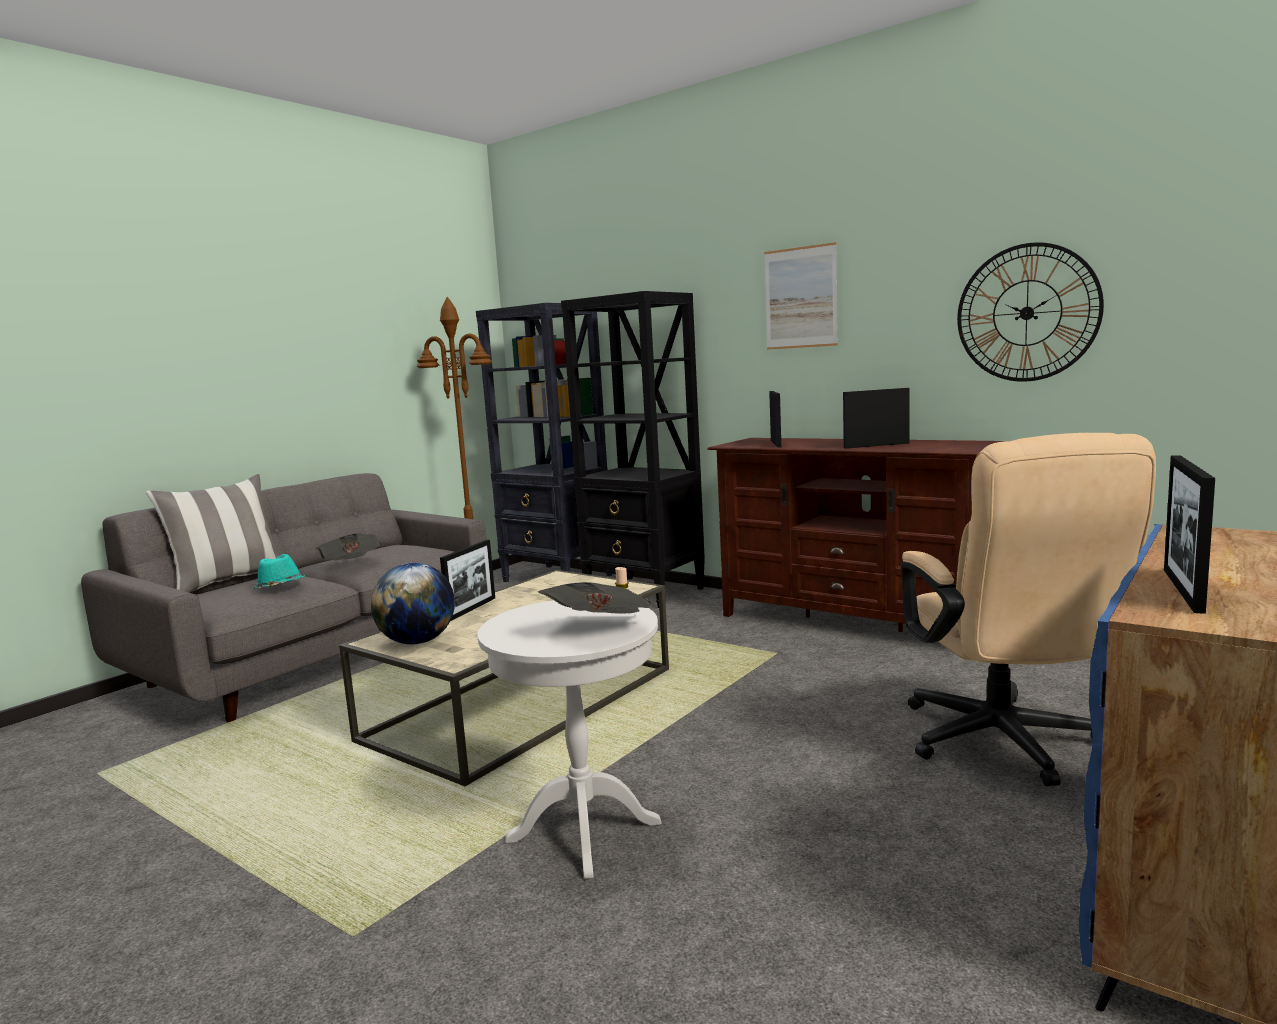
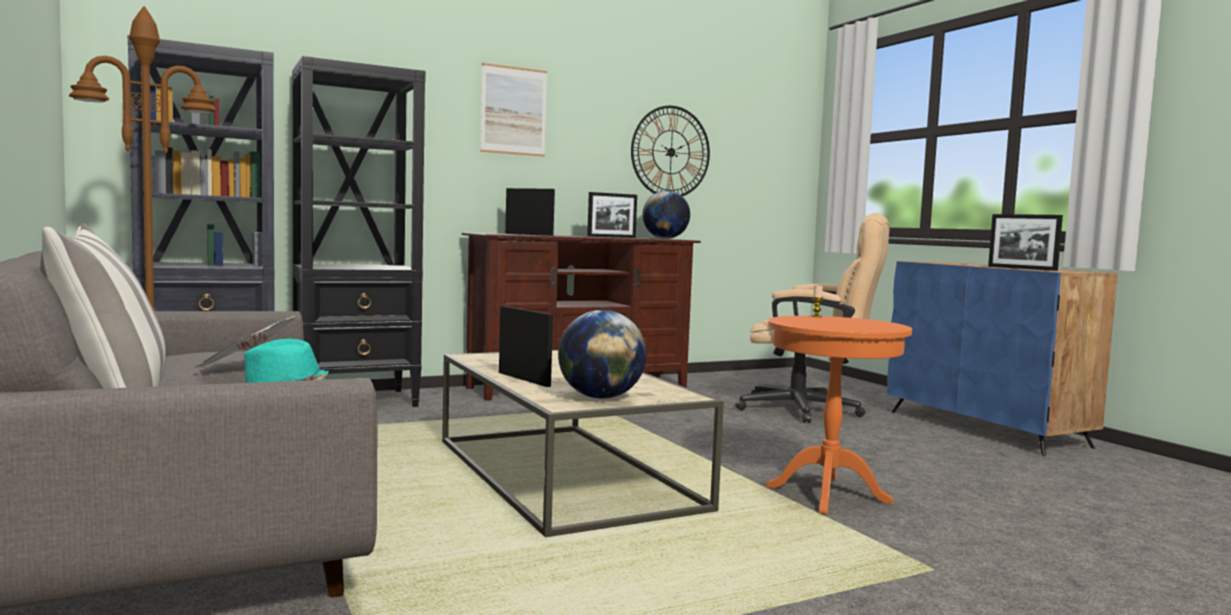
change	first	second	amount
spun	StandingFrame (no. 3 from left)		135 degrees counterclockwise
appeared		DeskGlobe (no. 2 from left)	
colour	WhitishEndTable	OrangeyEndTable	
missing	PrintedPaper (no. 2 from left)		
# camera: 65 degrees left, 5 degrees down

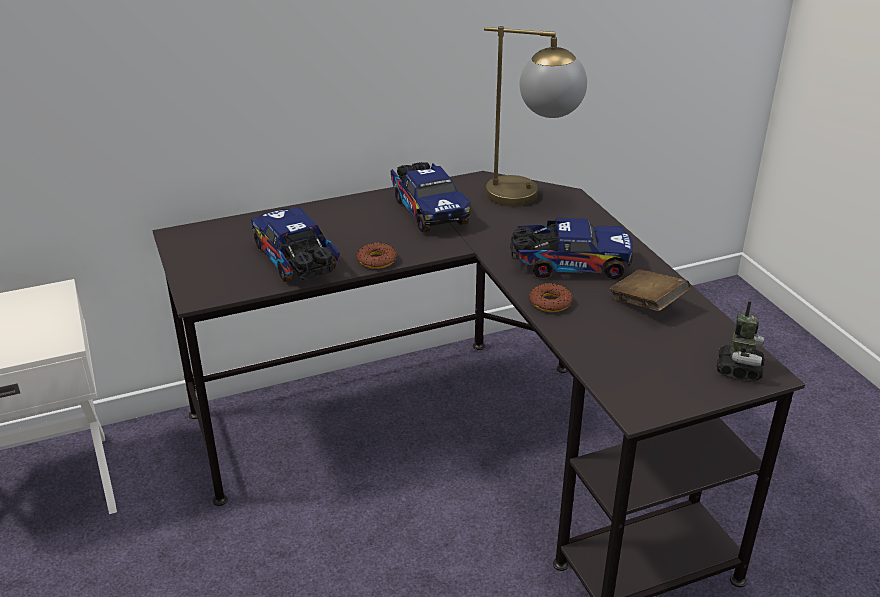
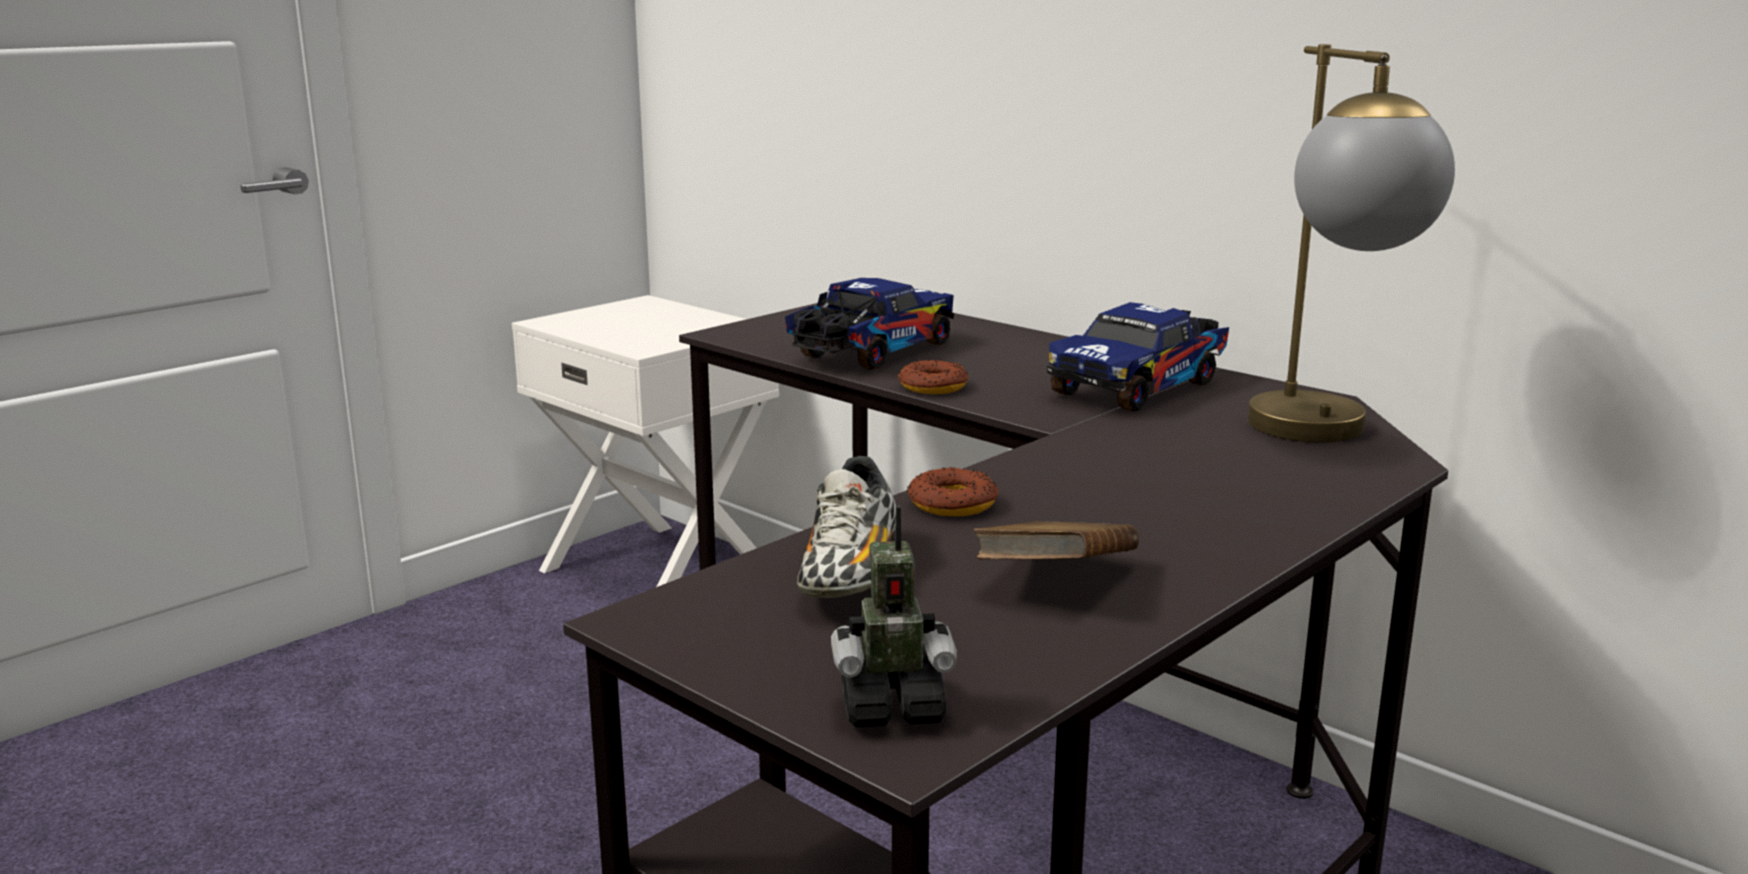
change	first	second	amount
appeared		ItemOfFootwear	
missing	ModelTruck (no. 3 from left)		
# camera: 65 degrees right, 15 degrees down

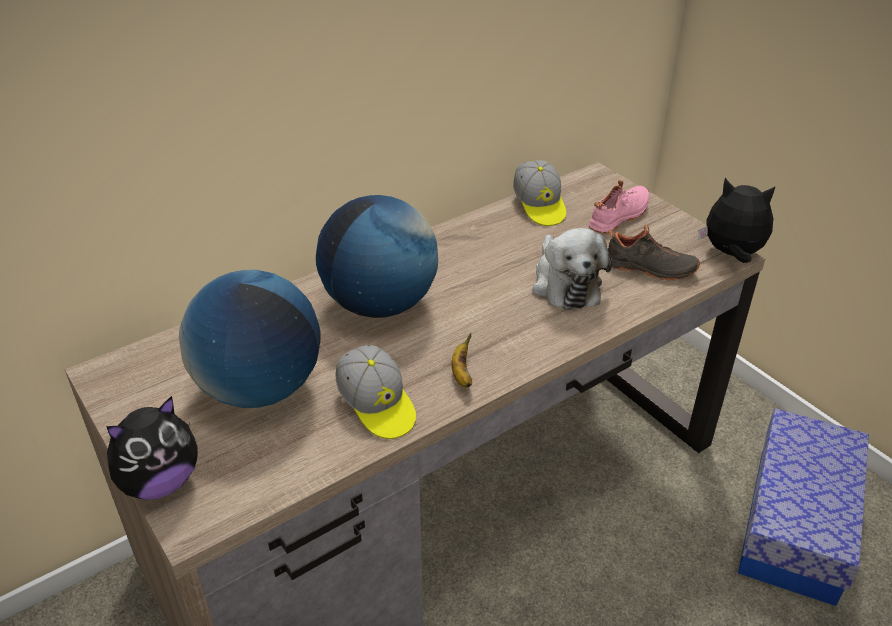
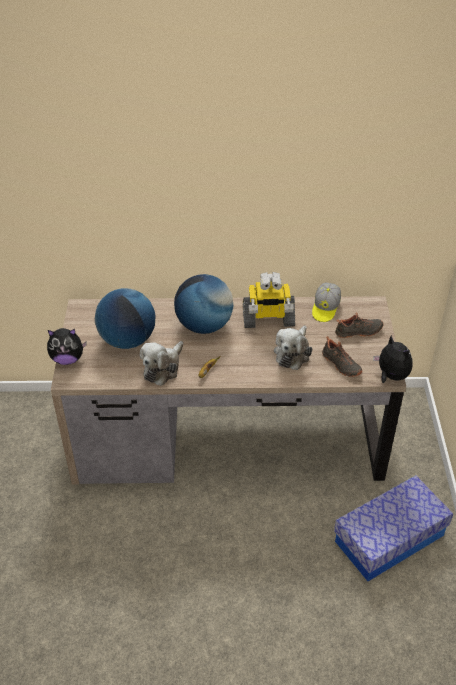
change	first	second	amount
exchanged	BaseballCap (no. 1 from left)	SoftToy (no. 2 from left)	
appeared		ModelRobot	
colour	PinkItemOfFootwear	BlackItemOfFootwear (no. 2 from left)	
# camera: 35 degrees right, 5 degrees up

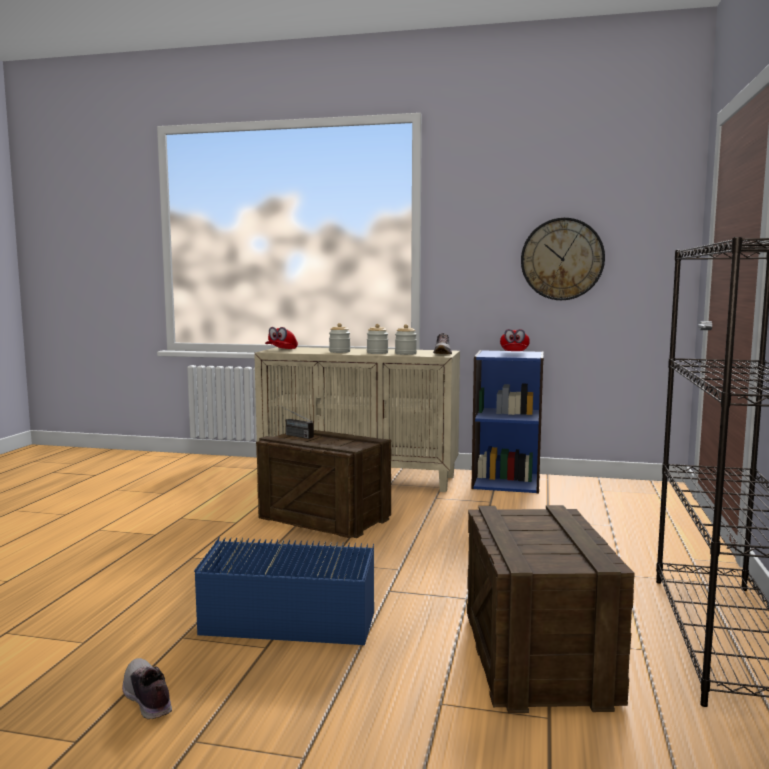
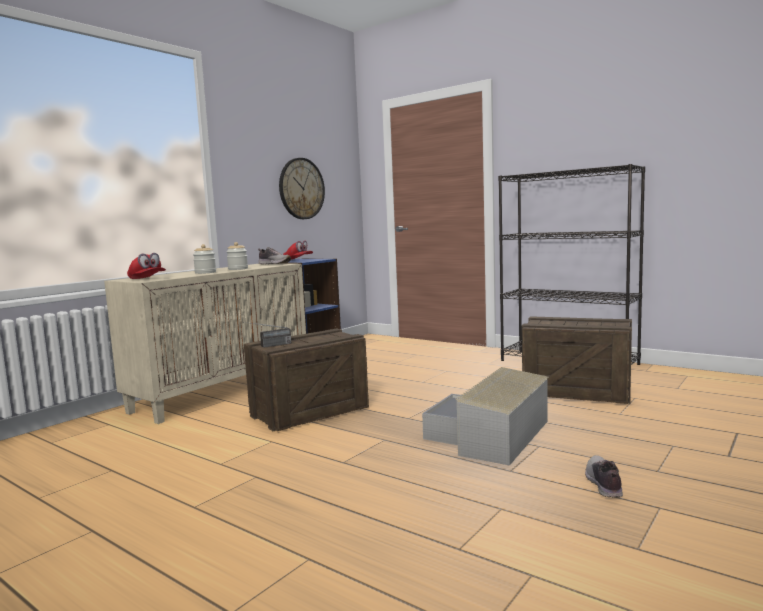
change	first	second	amount
colour	BluishStorageContainer	GrayStorageContainer	
spun	ItemOfFootwear (no. 1 from left in the first image)	ItemOfFootwear (no. 2 from left)	105 degrees clockwise
missing	StorageJar (no. 3 from left)		
# camera: 65 degrees left, 0 degrees up

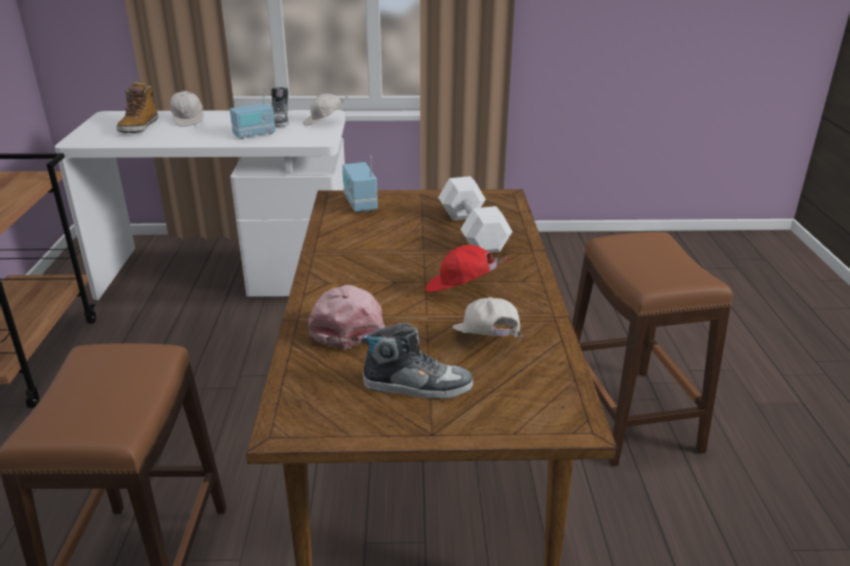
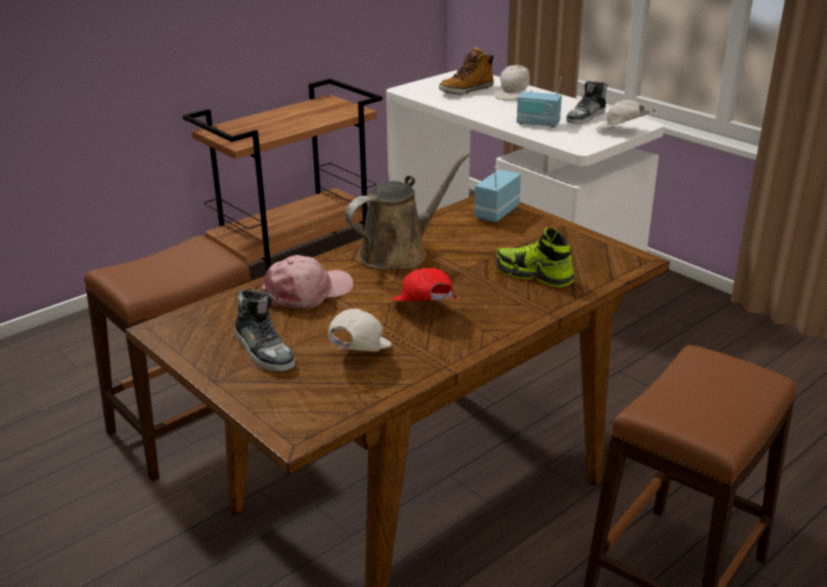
change	first	second	amount
appeared		BrownishWateringCan	
exchanged	WhitishHandWeight	ItemOfFootwear (no. 2 from left)	
# camera: 50 degrees right, 0 degrees up

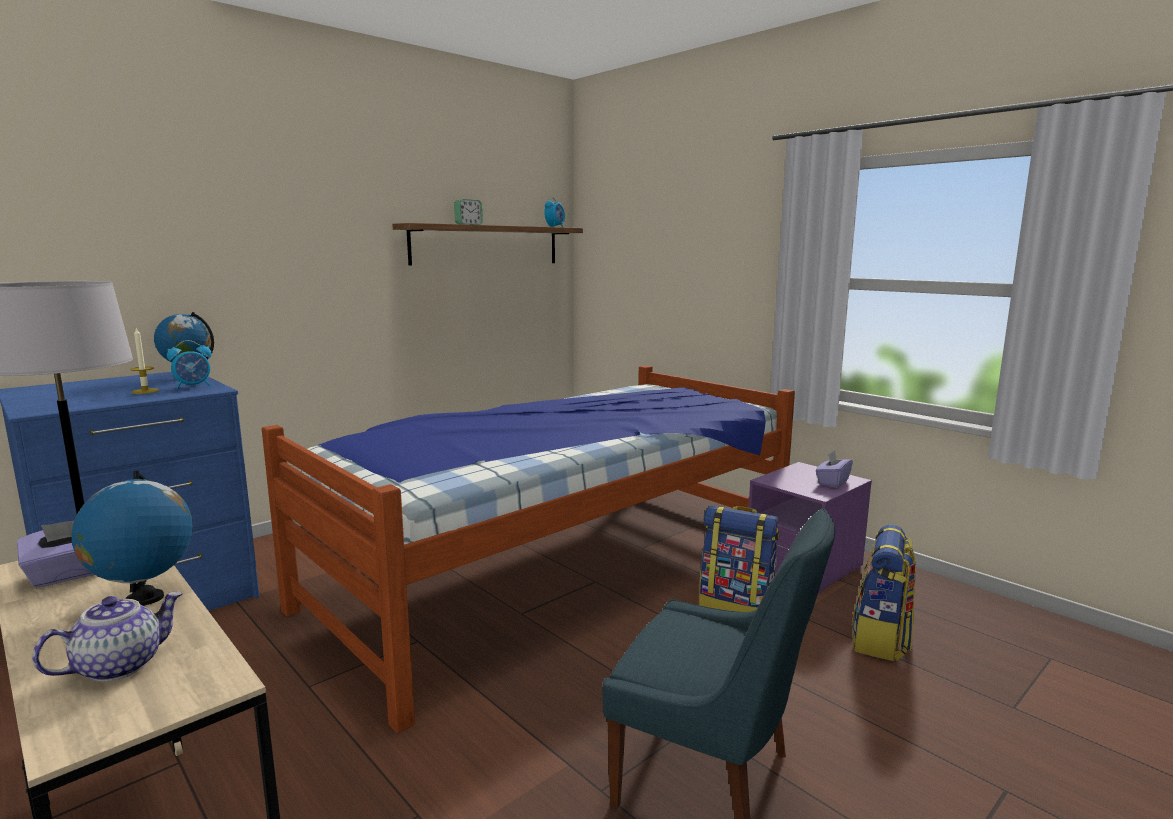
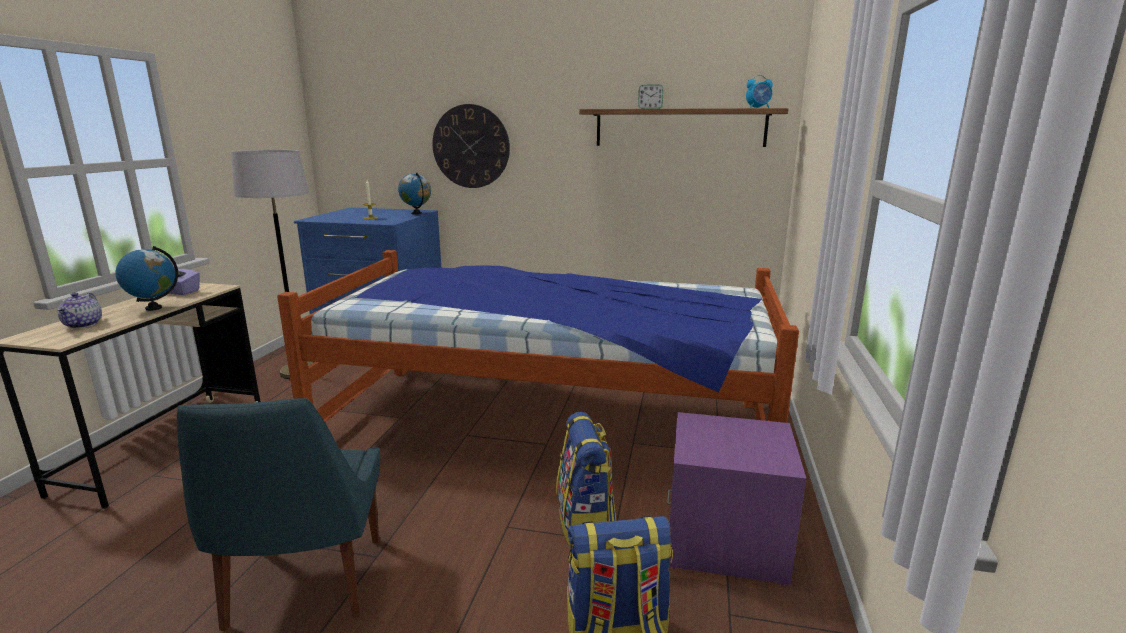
change	first	second	amount
spun	TeaPot		75 degrees clockwise
appeared		WallClock	
missing	BedsideClock (no. 1 from left)		
missing	PurplishBoxOfTissues (no. 2 from left)		
# camera: 55 degrees right, 5 degrees up

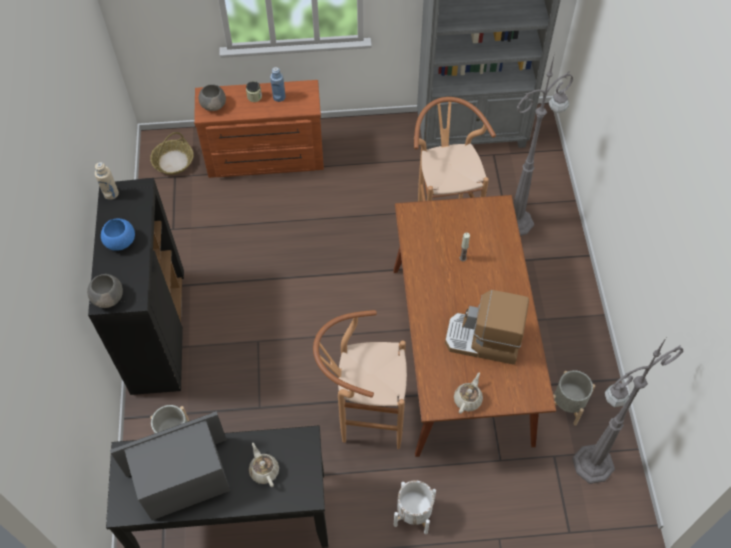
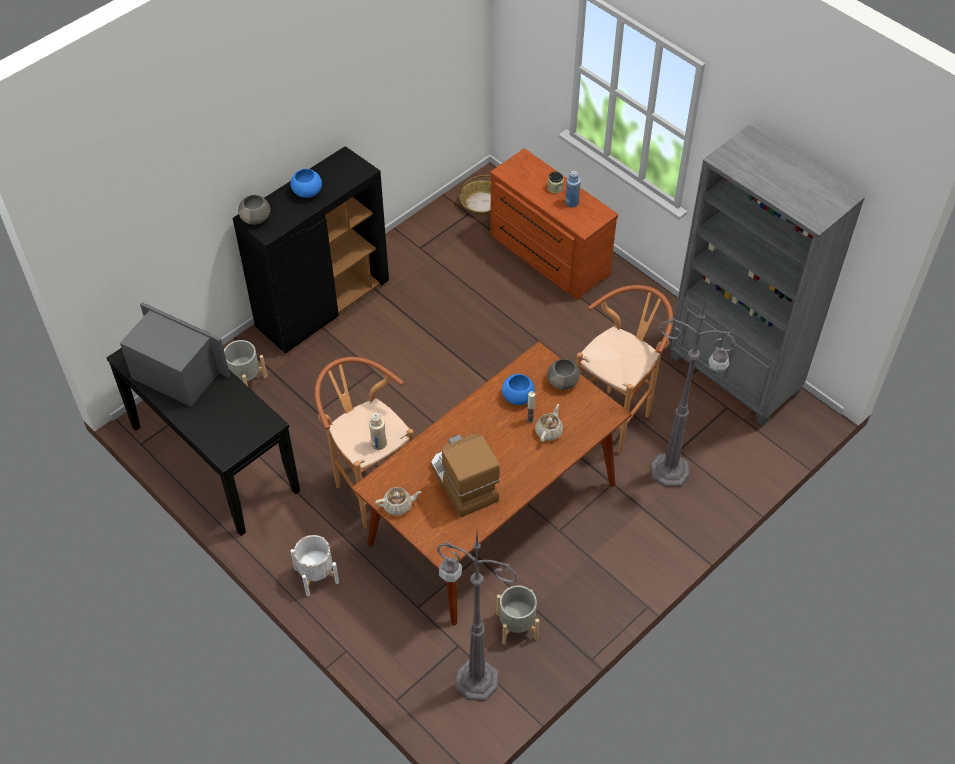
change	first	second	amount
relocated	SandColouredDrinkBottle		
appeared		BluishServingBowl (no. 2 from left)	
relocated	SandColouredTeaPot (no. 1 from left in the first image)	SandColouredTeaPot (no. 2 from left)	
relocated	GrayServingBowl (no. 2 from left)		
# camera: 50 degrees right, 5 degrees down

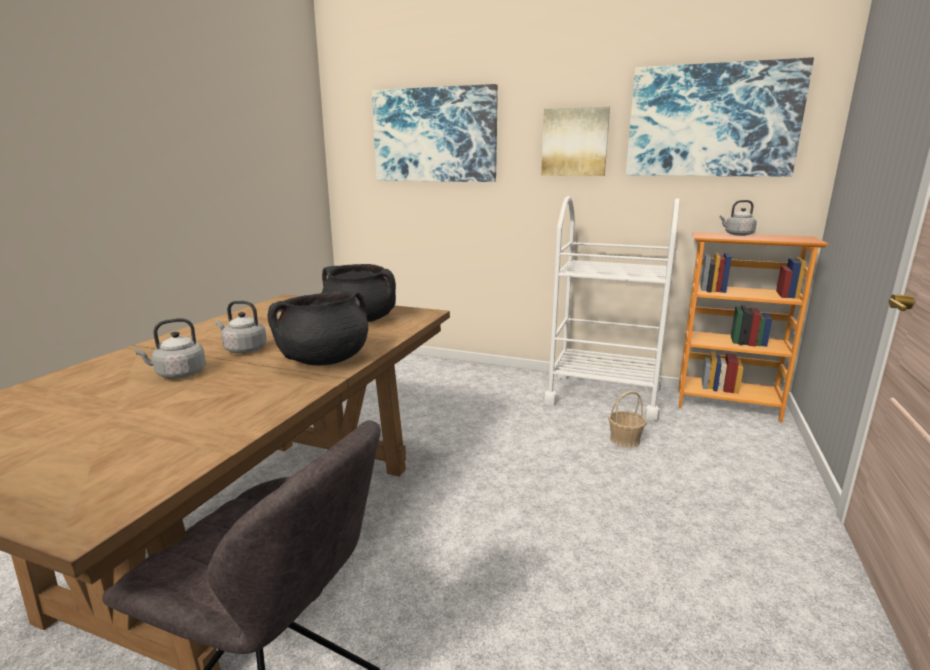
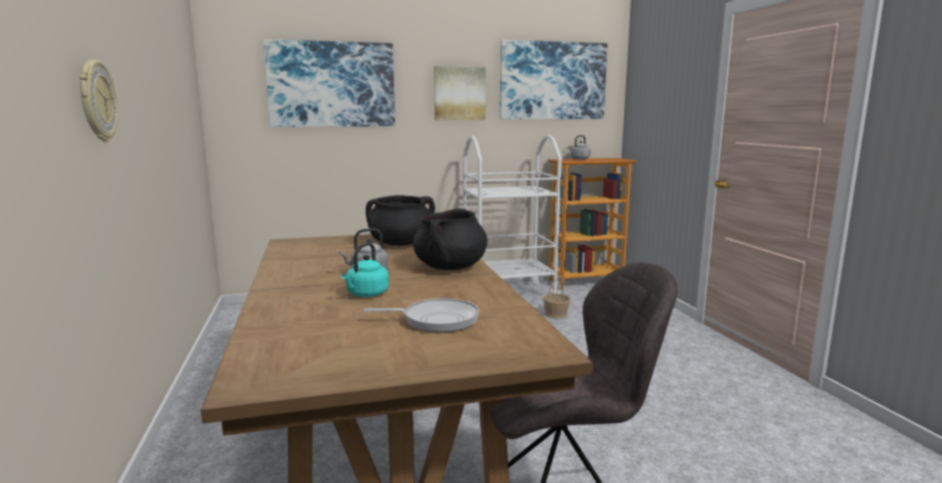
change	first	second	amount
appeared		WallClock	
colour	GrayTeaKettle (no. 1 from left)	BlueGreenTeaKettle	
appeared		Pan	
# camera: 35 degrees left, 5 degrees down

